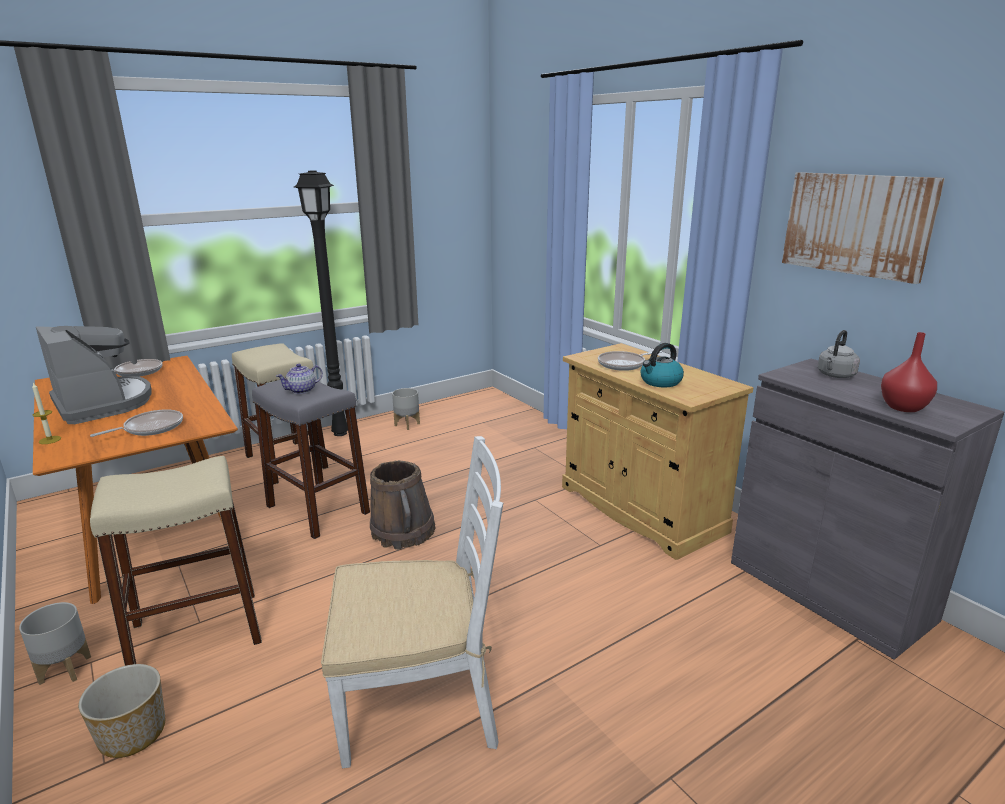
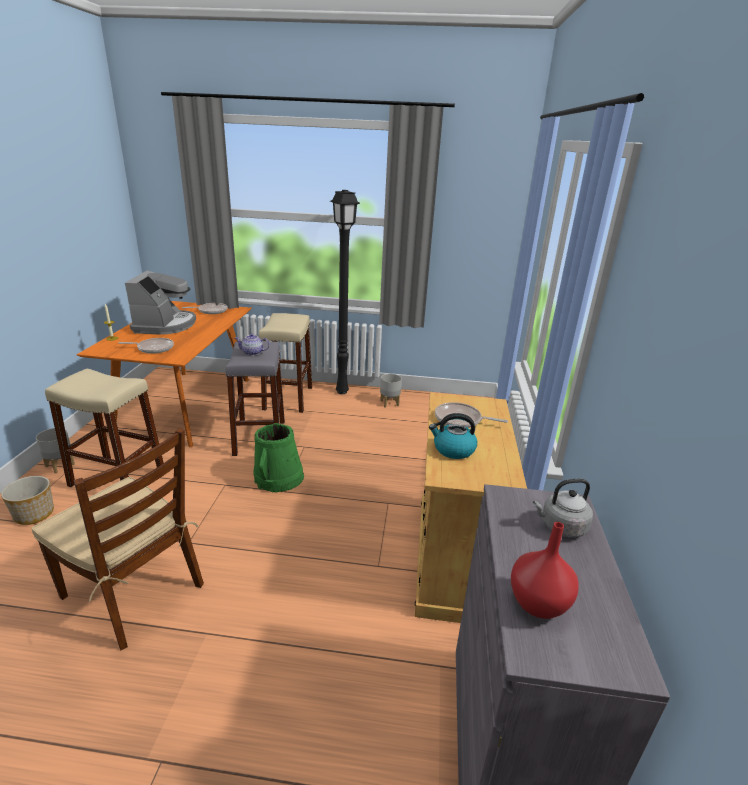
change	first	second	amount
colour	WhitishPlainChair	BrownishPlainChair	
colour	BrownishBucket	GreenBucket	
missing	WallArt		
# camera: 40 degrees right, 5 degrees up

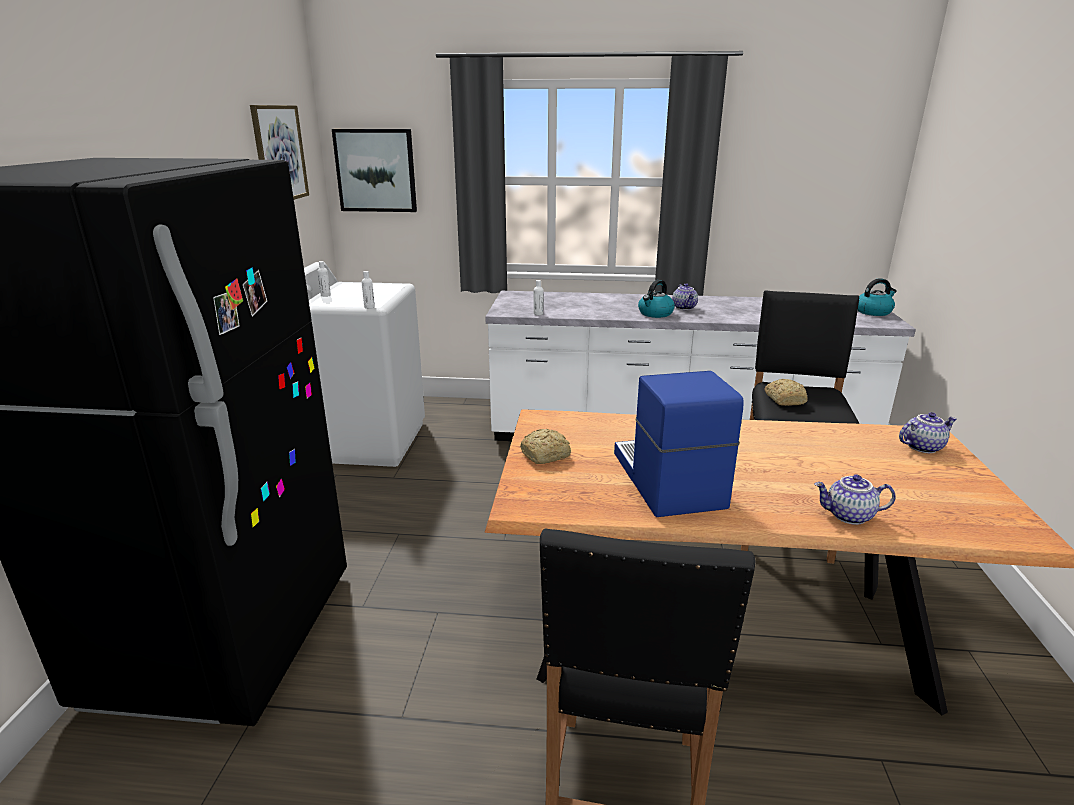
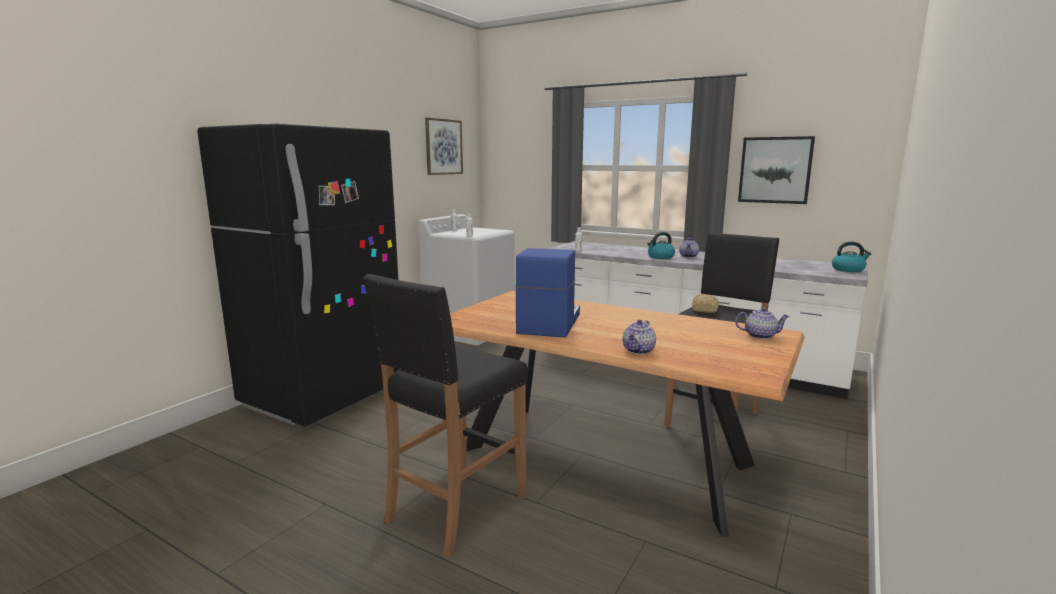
change	first	second	amount
spun	TeaPot (no. 2 from left in the first image)	TeaPot (no. 1 from left)	90 degrees counterclockwise
relocated	WallArt (no. 2 from left)		
missing	Bread (no. 1 from left)		
# camera: 25 degrees right, 10 degrees down

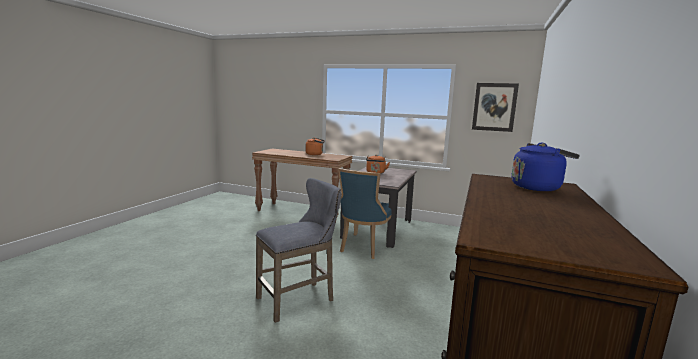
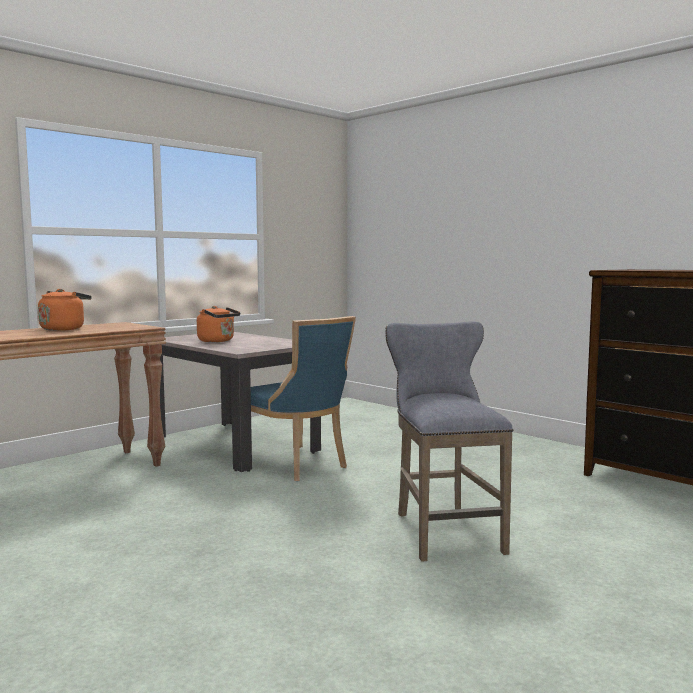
change	first	second	amount
missing	WallArt		
missing	BluishTeaKettle		
# camera: 65 degrees left, 5 degrees down

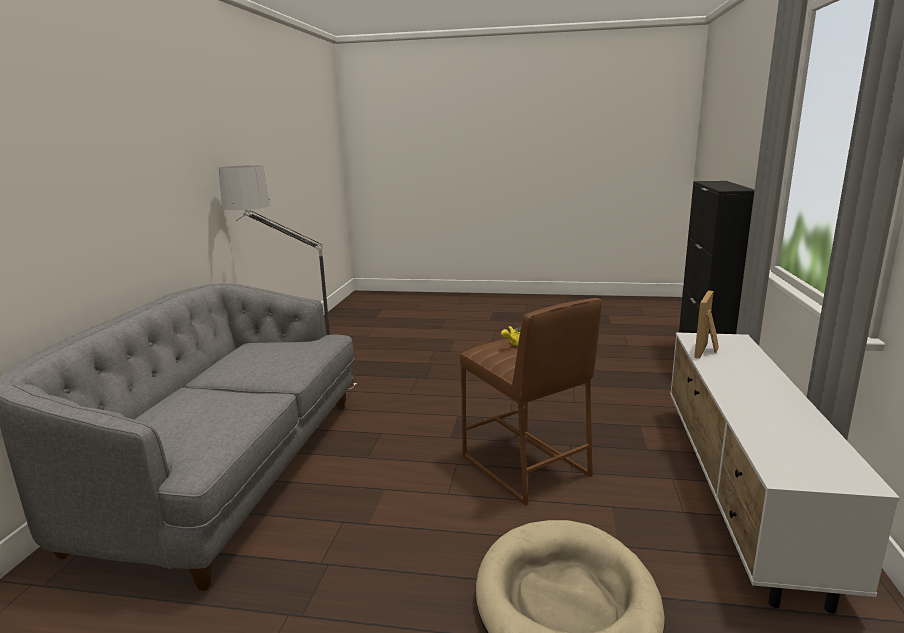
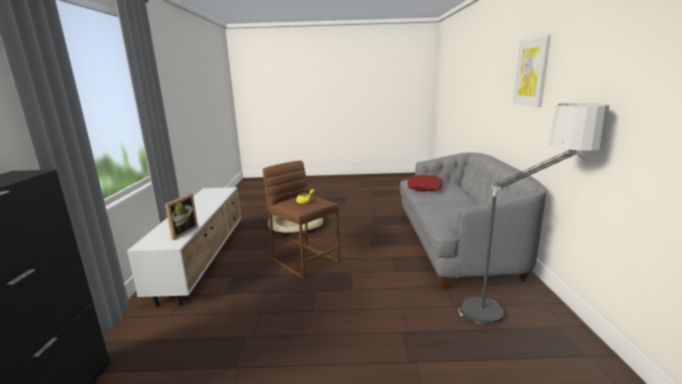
change	first	second	amount
appeared		RedCushion	
appeared		WallArt	
# camera: 170 degrees right, 0 degrees up

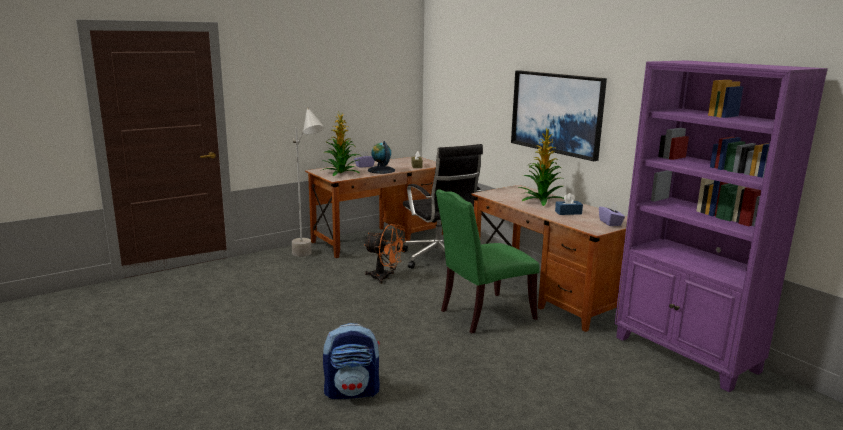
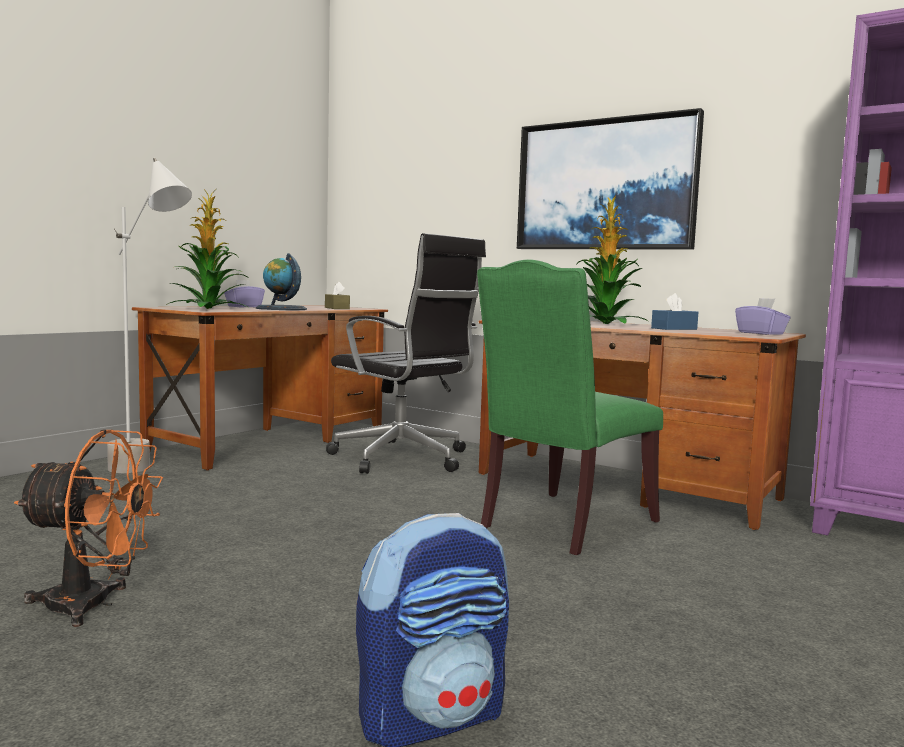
change	first	second	amount
relocated	OrangeyFan		
# camera: 20 degrees left, 10 degrees down

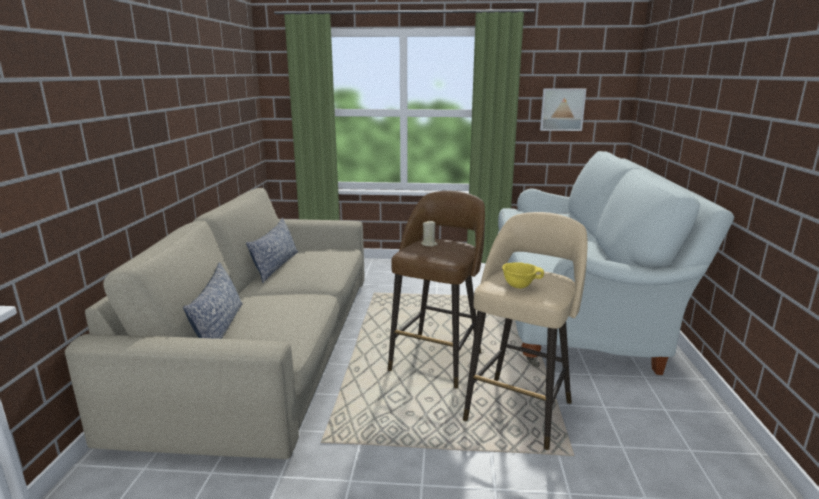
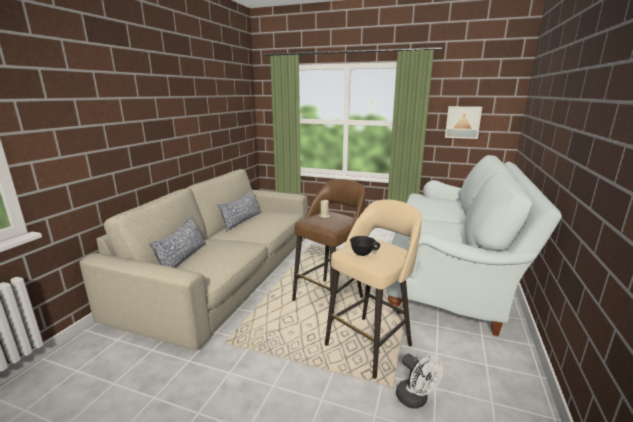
change	first	second	amount
colour	YellowishServingBowl	BlackServingBowl	
appeared		WhitishFan	
# camera: 15 degrees right, 0 degrees up

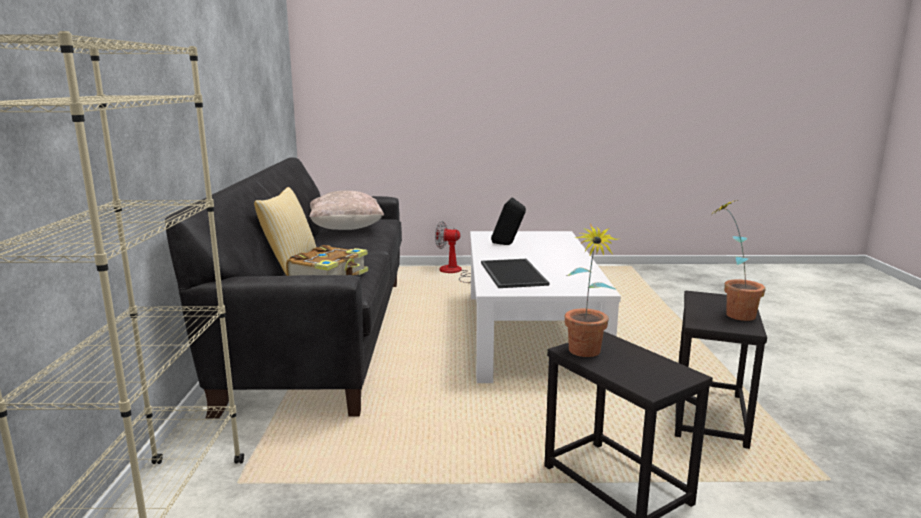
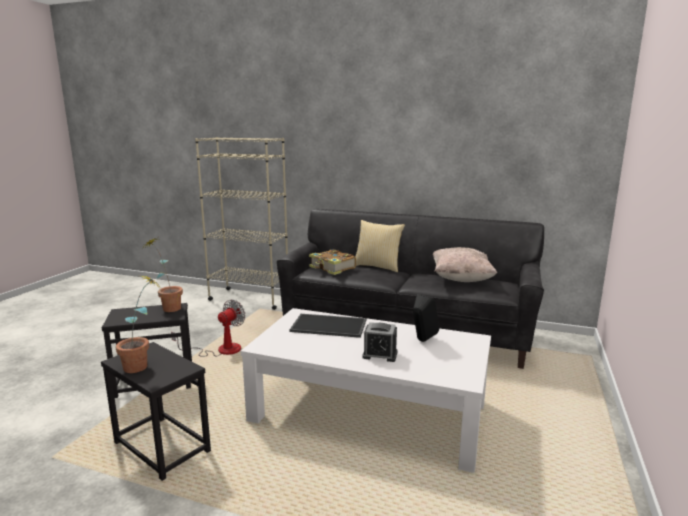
change	first	second	amount
relocated	Fan		
appeared		BedsideClock	
# camera: 110 degrees right, 0 degrees up

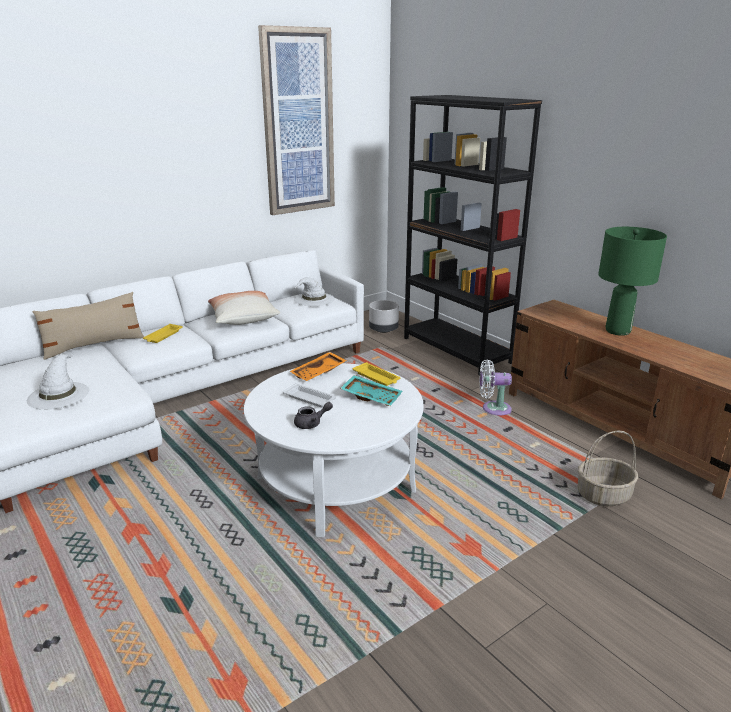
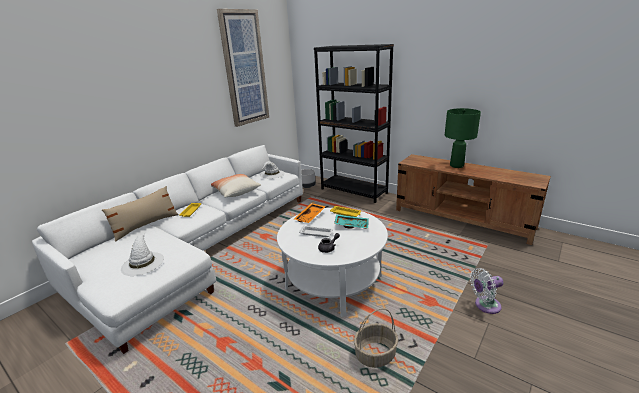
change	first	second	amount
relocated	HouseholdBasket		
relocated	WhitishFan		
# camera: 15 degrees left, 0 degrees up

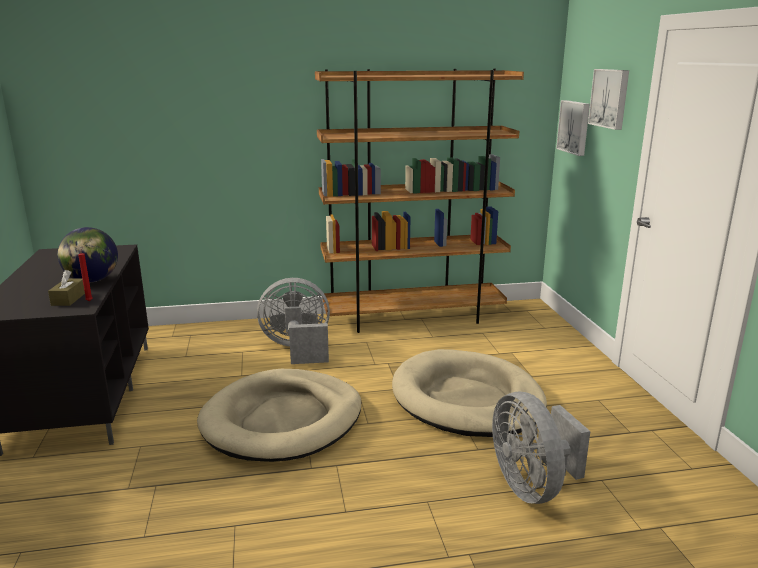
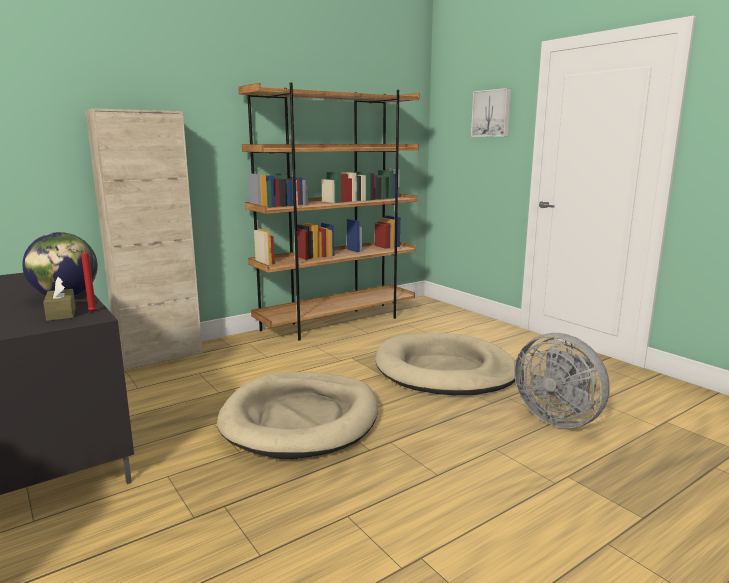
change	first	second	amount
appeared		SandColouredCabinet	
missing	GrayFan (no. 1 from left)		
missing	WallArt (no. 1 from left)		
# camera: 25 degrees left, 5 degrees down

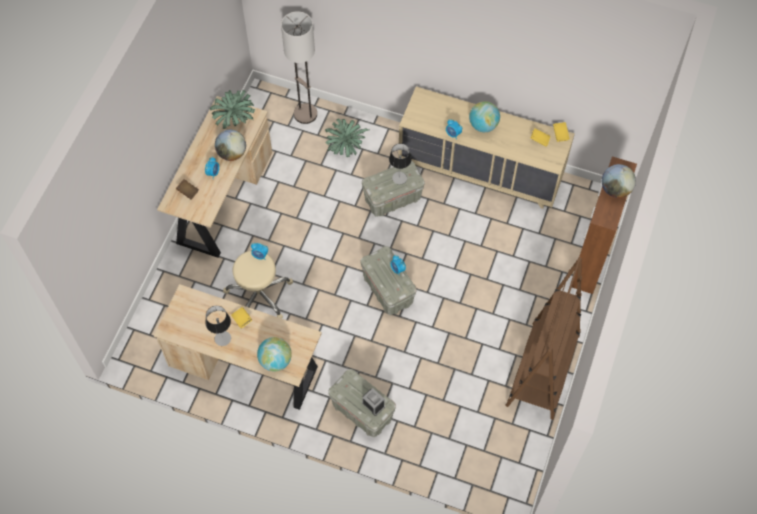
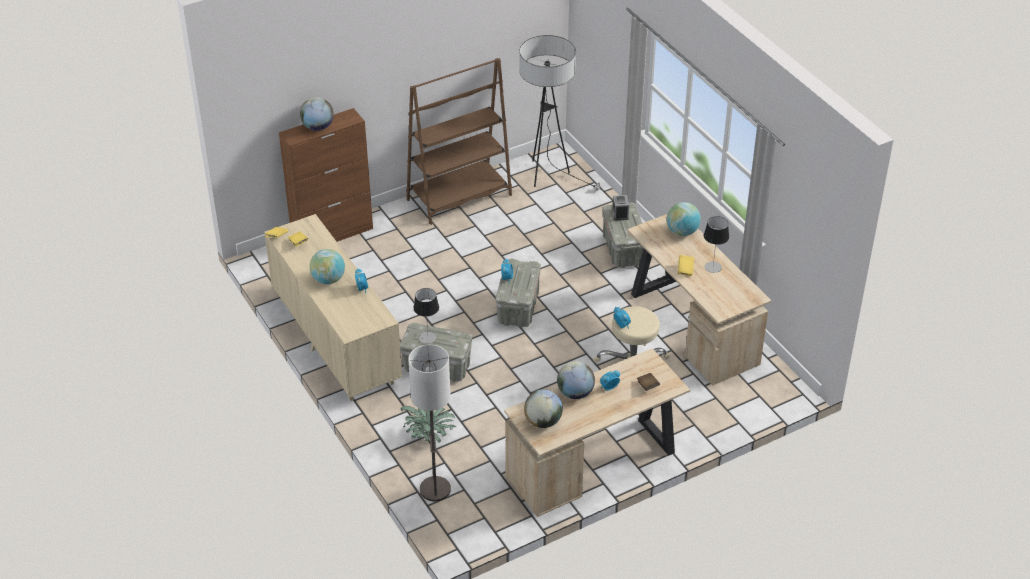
change	first	second	amount
appeared		StandingLamp (no. 2 from left)	
exchanged	PottedPlant (no. 1 from left)	DeskGlobe (no. 3 from left)	
# camera: 140 degrees left, 20 degrees down

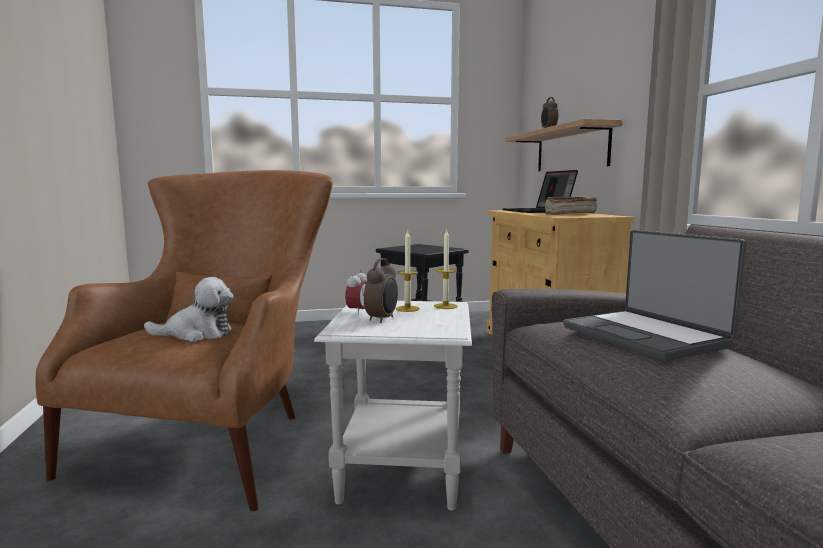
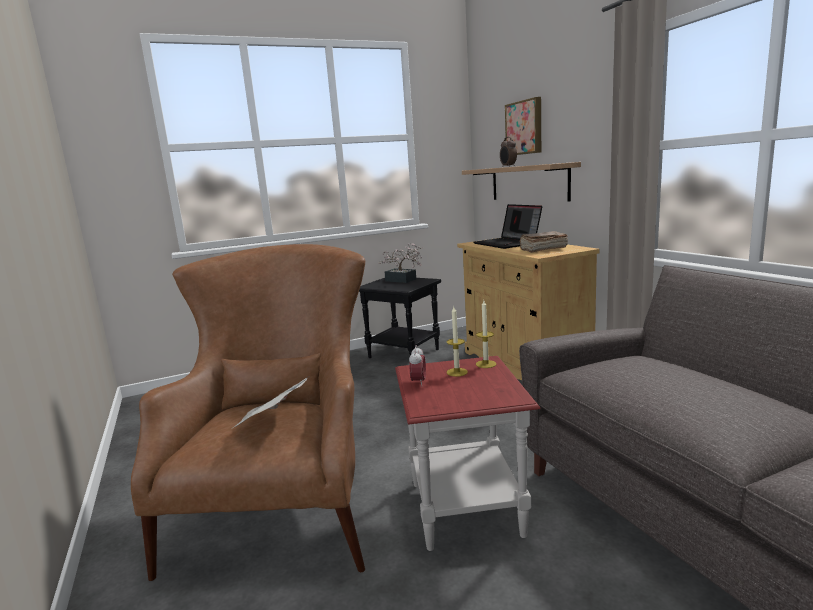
change	first	second	amount
exchanged	SoftToy	PrintedPaper	
appeared		PottedPlant	
colour	WhitishEndTable	RedEndTable	
appeared		WallArt	
missing	BedsideClock (no. 2 from left)		
missing	Laptop (no. 2 from left)		
# camera: 10 degrees left, 5 degrees up

